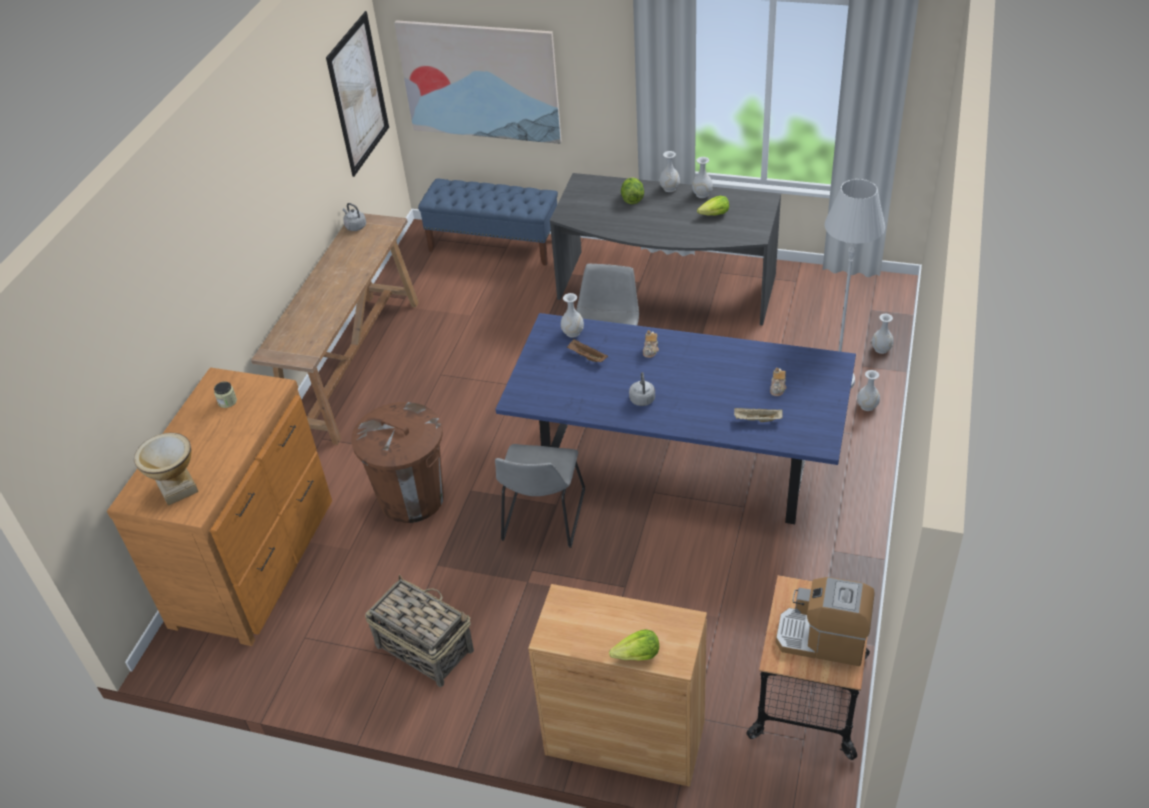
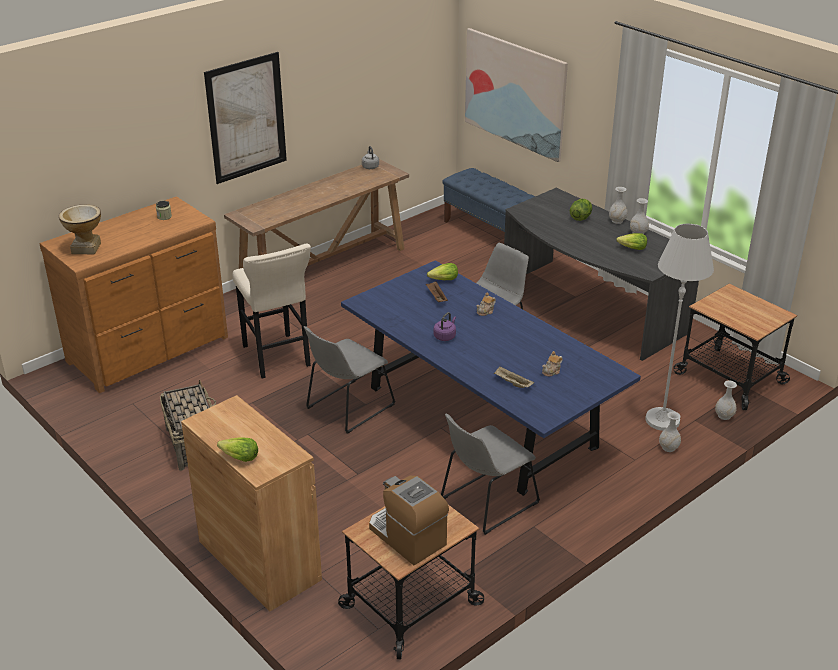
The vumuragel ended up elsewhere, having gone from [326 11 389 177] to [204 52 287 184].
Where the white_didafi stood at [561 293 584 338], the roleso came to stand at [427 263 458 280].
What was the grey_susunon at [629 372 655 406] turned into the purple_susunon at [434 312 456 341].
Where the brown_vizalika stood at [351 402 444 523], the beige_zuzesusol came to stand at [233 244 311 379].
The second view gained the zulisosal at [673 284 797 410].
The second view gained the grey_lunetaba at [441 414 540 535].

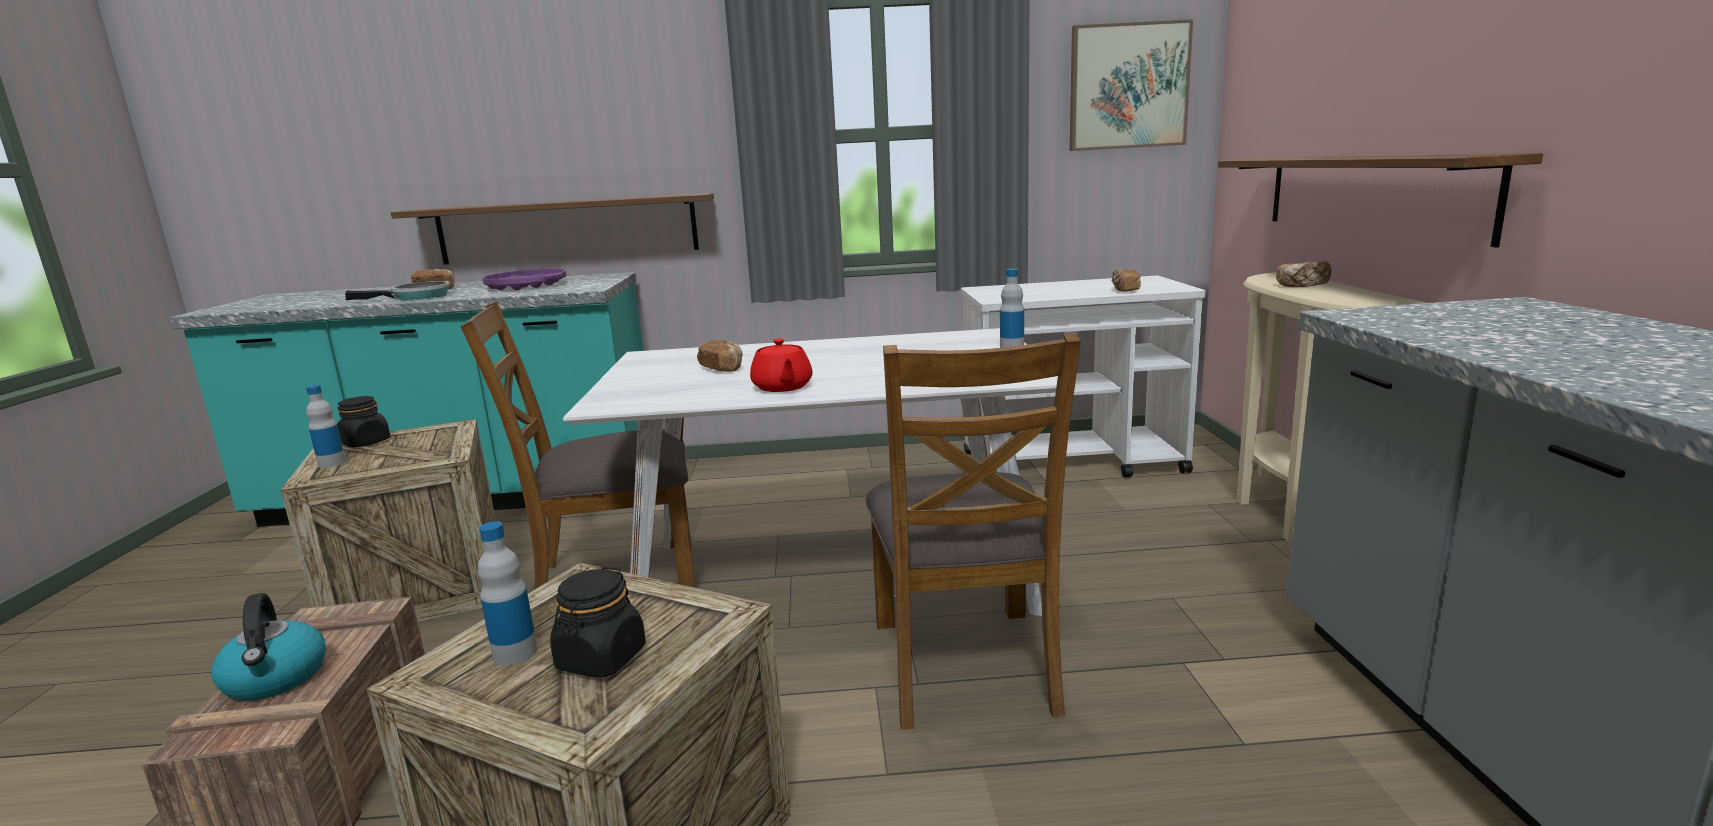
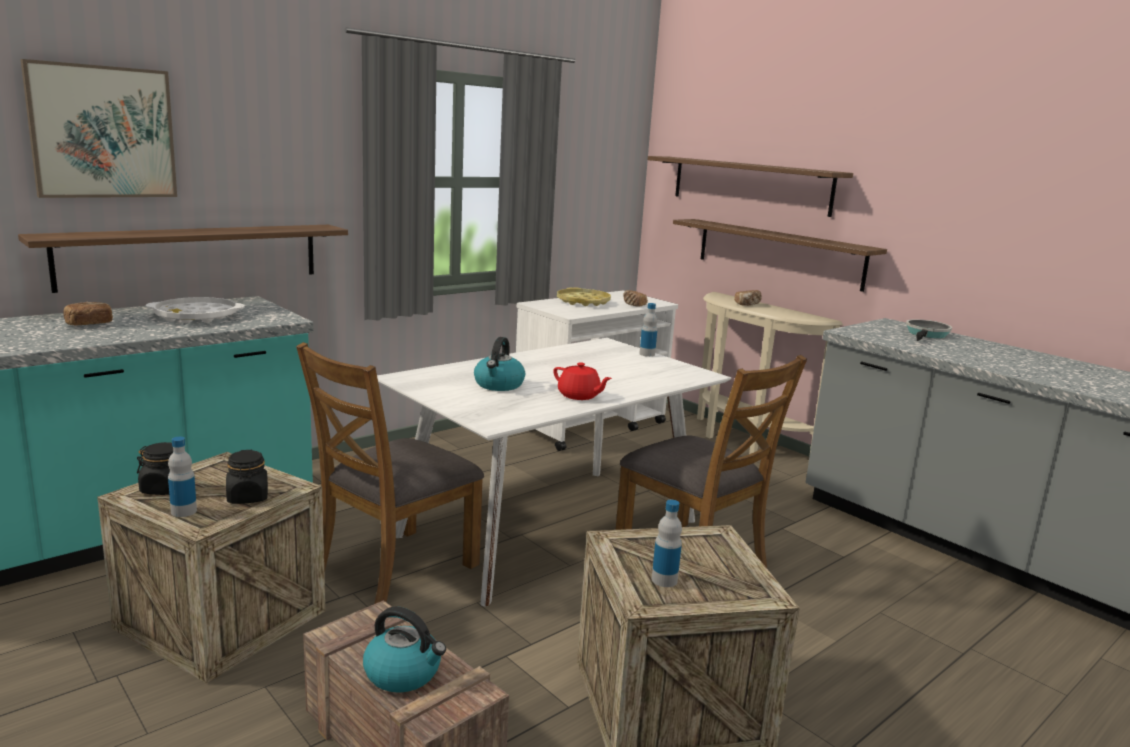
The vumuragel ended up elsewhere, having gone from [1070 19 1193 151] to [21 59 177 198].
What was the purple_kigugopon at [482 269 566 290] turned into the white_kigugopon at [145 297 245 323].
The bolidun ended up elsewhere, having gone from [345 281 450 301] to [906 319 952 341].
Where the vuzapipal stood at [697 340 742 372], the susunon came to stand at [474 337 525 391].
The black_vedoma ended up elsewhere, having gone from [550 567 646 677] to [226 450 268 504].
The second view gained the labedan at [648 156 853 217].
The second view gained the yellow_kigugopon at [557 287 611 306].

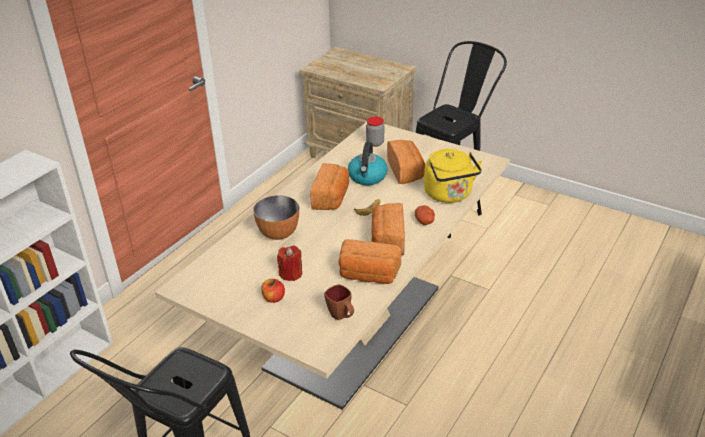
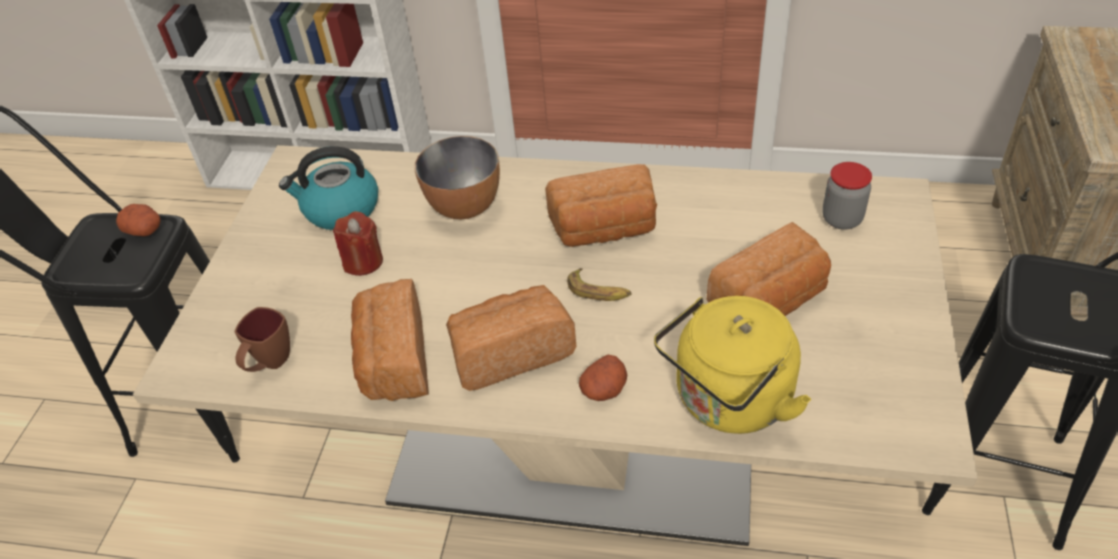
The susunon ended up elsewhere, having gone from [348 142 387 185] to [279 146 378 230].
The second view lost the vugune at [261 279 285 303].
The second view gained the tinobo at [116 204 160 236].

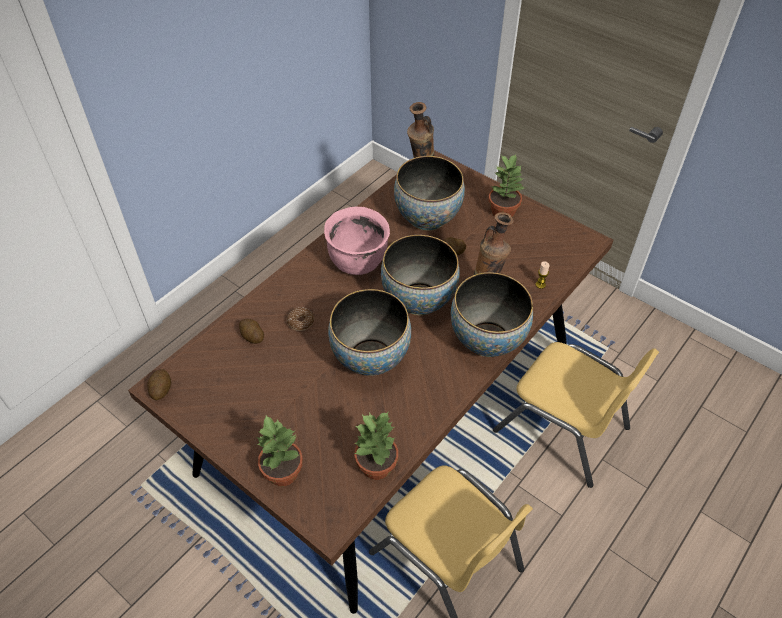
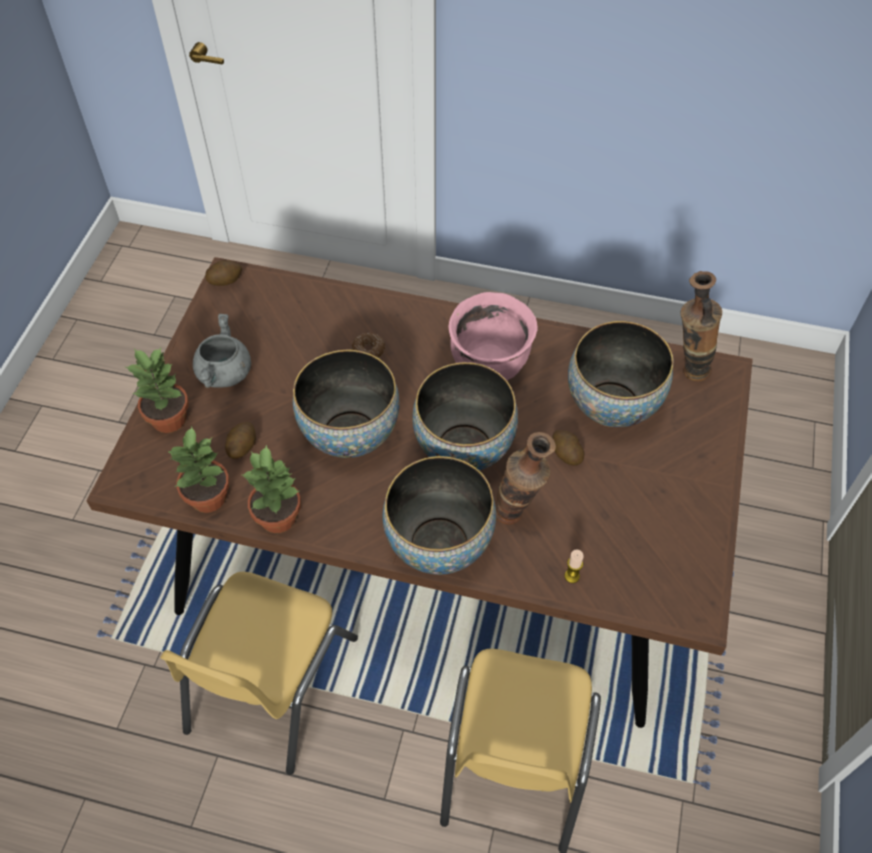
The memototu ended up elsewhere, having gone from [488 154 524 217] to [242 445 301 533].
The tinobo ended up elsewhere, having gone from [239 319 264 344] to [225 422 256 459].
The second view gained the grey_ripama at [193 314 251 388].

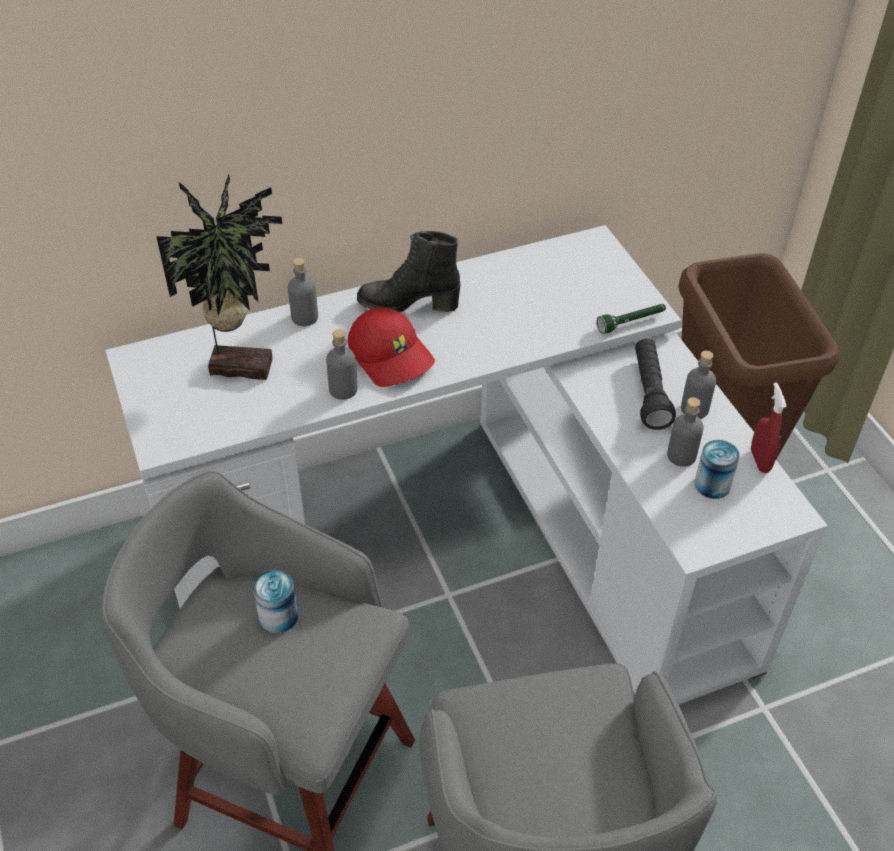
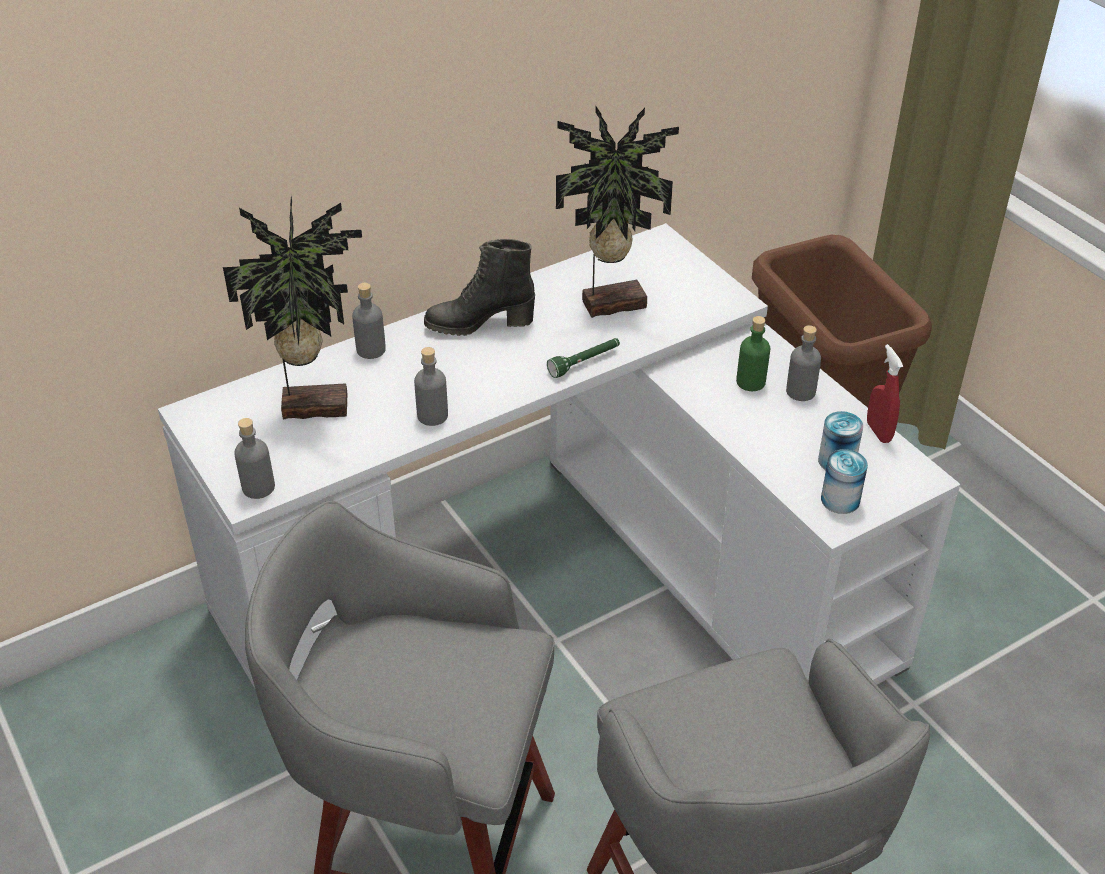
The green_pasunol ended up elsewhere, having gone from [597 304 666 334] to [547 338 620 378].
The second view lost the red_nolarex at [348 308 435 387].
Where the black_pasunol stood at [635 339 676 430], the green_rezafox came to stand at [736 316 770 391].
The grey_rezafox ended up elsewhere, having gone from [667 397 704 467] to [234 418 275 499].
The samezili ended up elsewhere, having gone from [253 570 298 633] to [821 449 868 514].
The second view gained the memototu at [556 106 679 318].

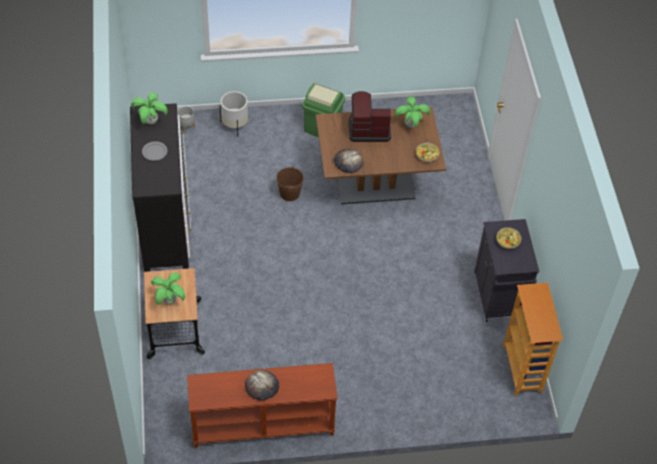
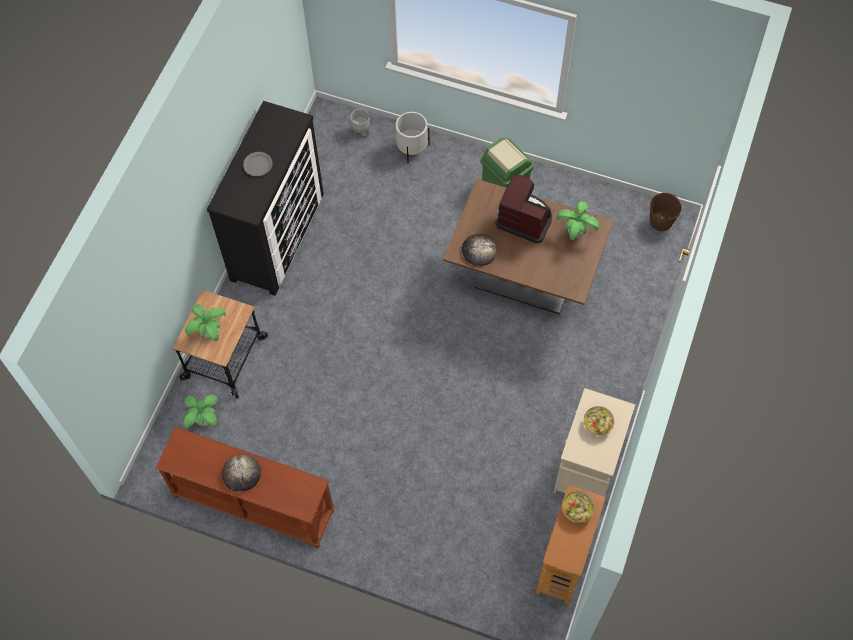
The memototu ended up elsewhere, having gone from [131 93 168 125] to [184 395 218 429].
The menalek ended up elsewhere, having gone from [416 143 439 162] to [563 491 595 523].
The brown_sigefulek ended up elsewhere, having gone from [276 166 304 201] to [650 193 682 231].
What was the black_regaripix at [474 219 539 322] turned into the beige_regaripix at [554 388 635 497].

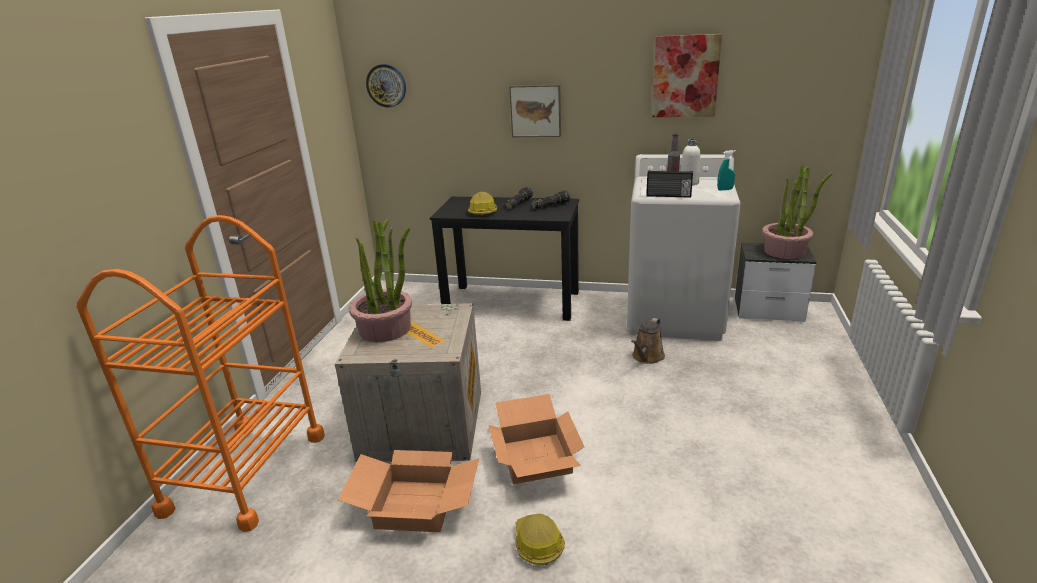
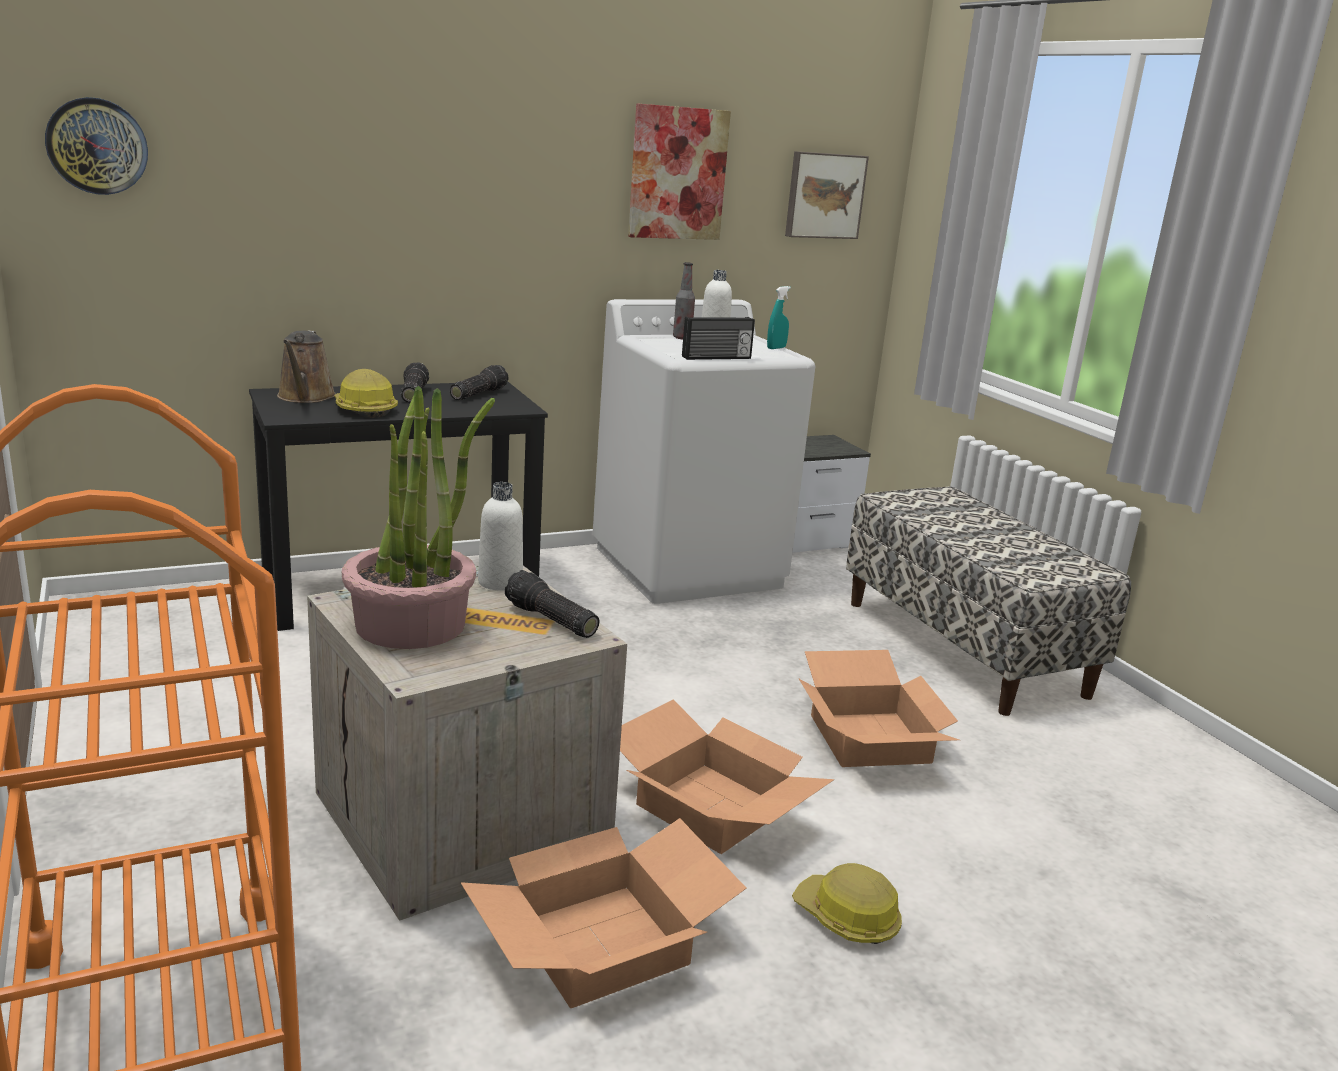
The vumuragel ended up elsewhere, having gone from [509 84 561 137] to [785 151 869 239].
The second view lost the memototu at [762 165 833 259].
The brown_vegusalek ended up elsewhere, having gone from [631 318 665 364] to [277 330 336 403].
The second view gained the white_rezafox at [478 482 523 591].
The second view gained the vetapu at [846 486 1131 716].
The second view gained the pasunol at [505 570 599 638].
The second view gained the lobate at [798 650 959 767].

